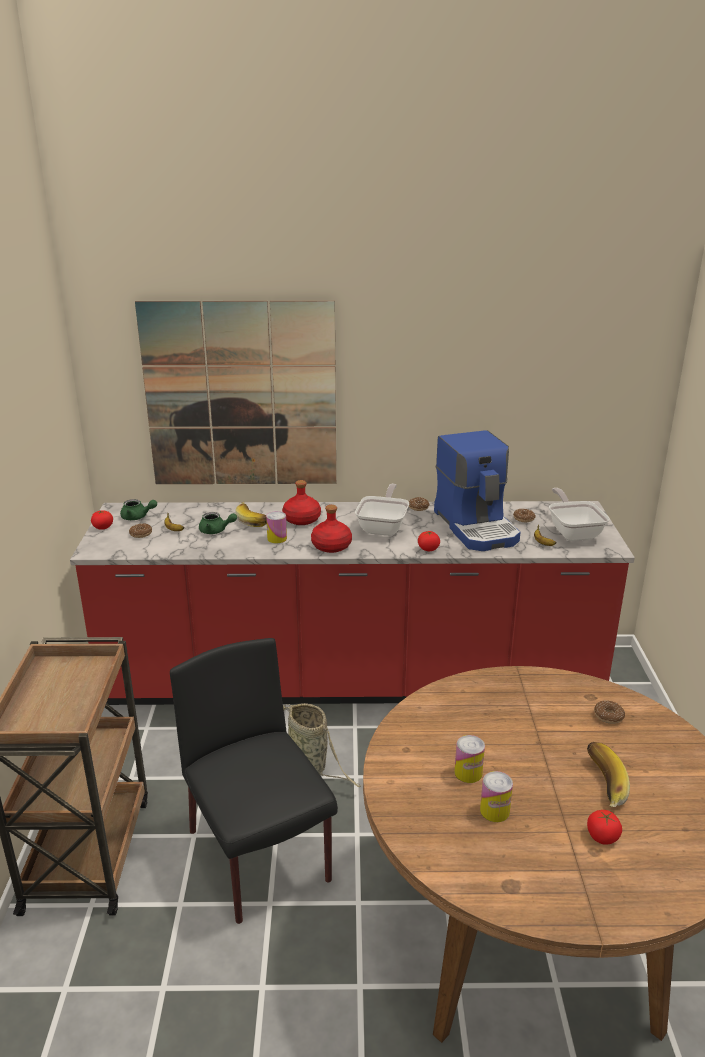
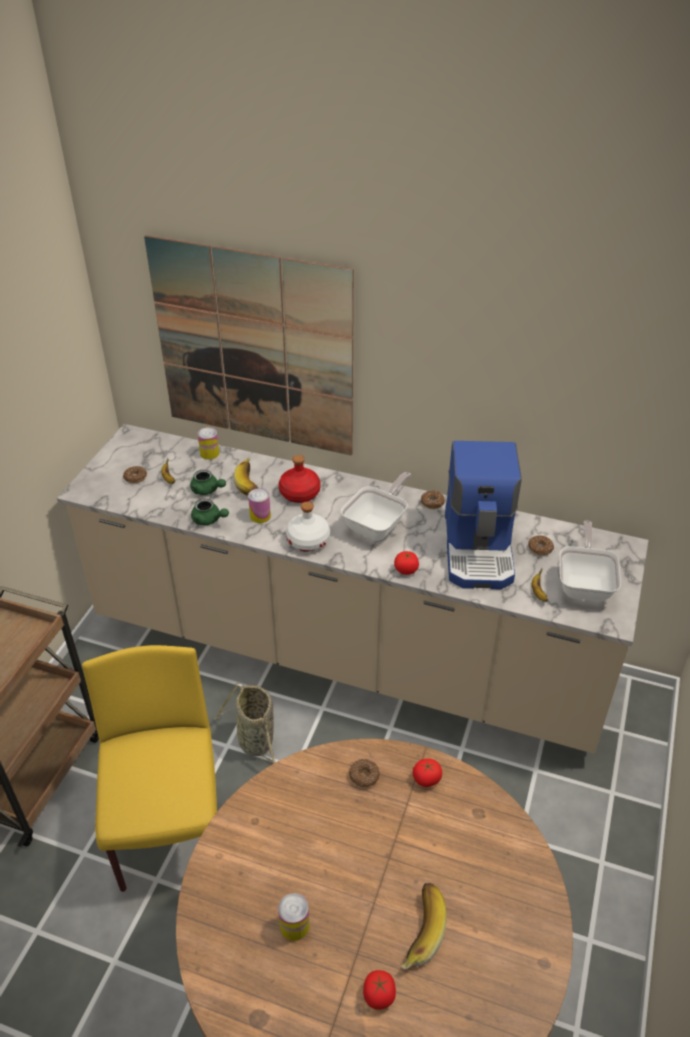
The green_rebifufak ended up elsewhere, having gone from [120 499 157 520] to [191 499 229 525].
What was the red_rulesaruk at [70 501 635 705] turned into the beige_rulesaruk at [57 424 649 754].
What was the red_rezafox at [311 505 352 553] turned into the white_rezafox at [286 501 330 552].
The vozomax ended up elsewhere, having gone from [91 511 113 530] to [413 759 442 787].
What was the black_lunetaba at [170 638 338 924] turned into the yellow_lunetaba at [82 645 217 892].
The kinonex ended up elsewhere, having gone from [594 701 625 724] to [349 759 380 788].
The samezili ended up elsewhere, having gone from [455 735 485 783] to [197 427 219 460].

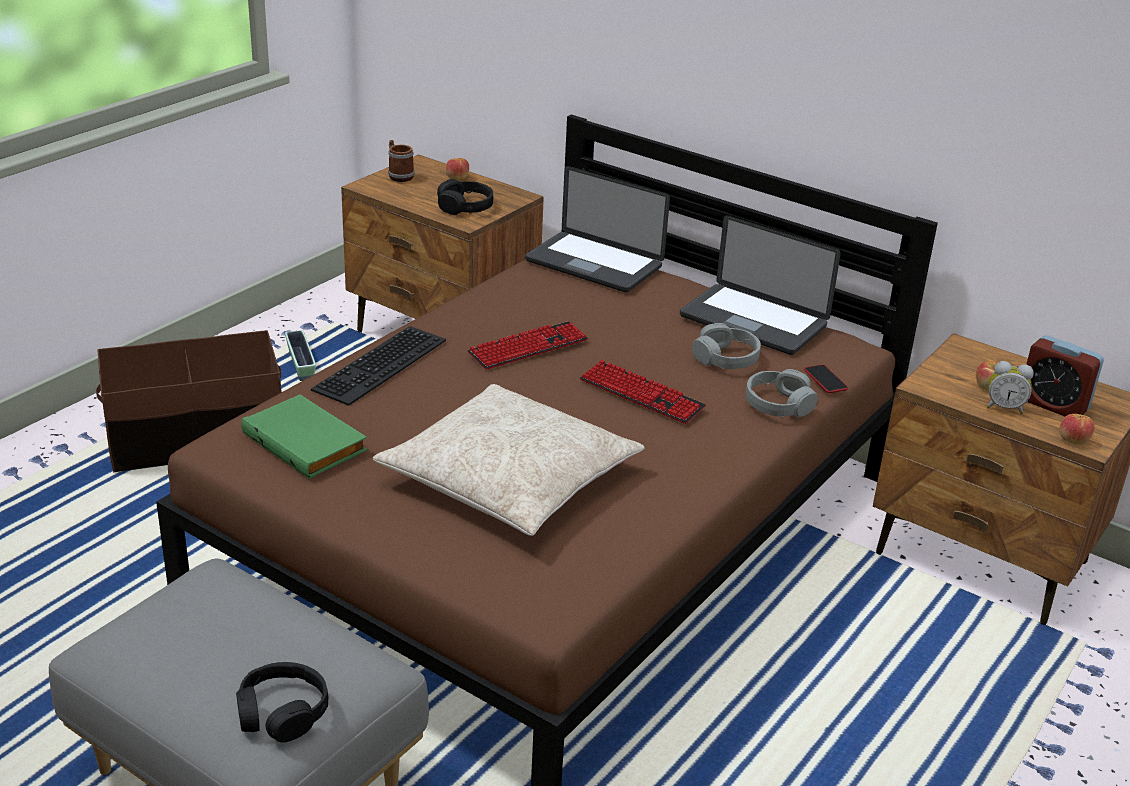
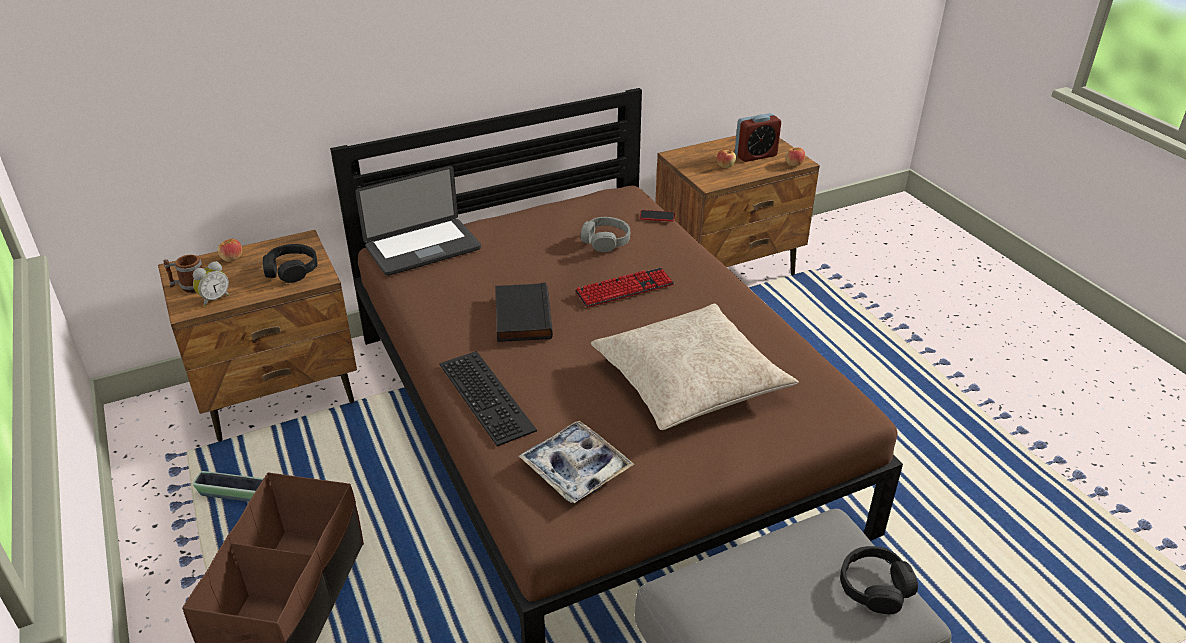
The second view lost the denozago at [680 215 841 355].
Where the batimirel stood at [467 321 588 370], the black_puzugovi came to stand at [495 282 553 342].
The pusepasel ended up elsewhere, having gone from [987 361 1034 414] to [193 261 229 307].
The second view lost the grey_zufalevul at [746 369 818 417].
Where the green_puzugovi stood at [241 394 367 479], the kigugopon came to stand at [519 421 634 503].

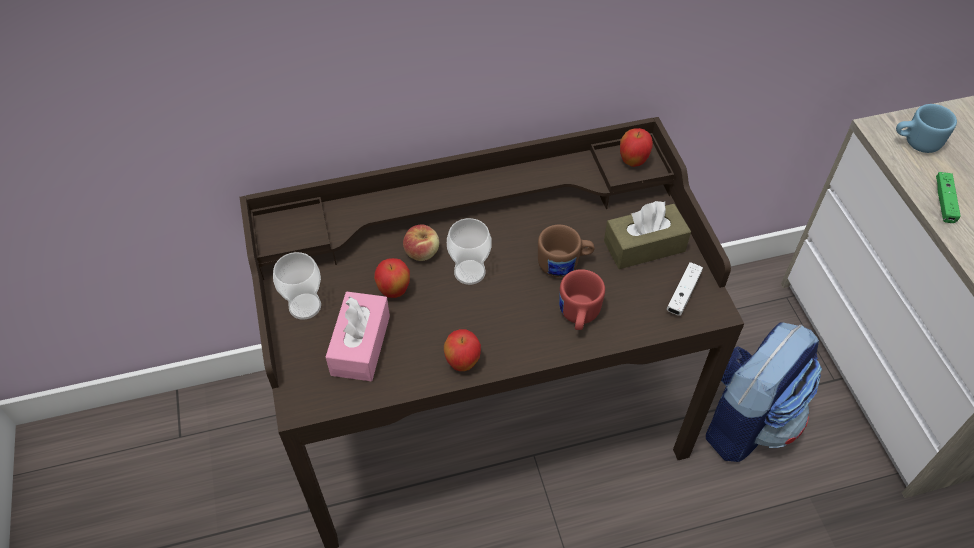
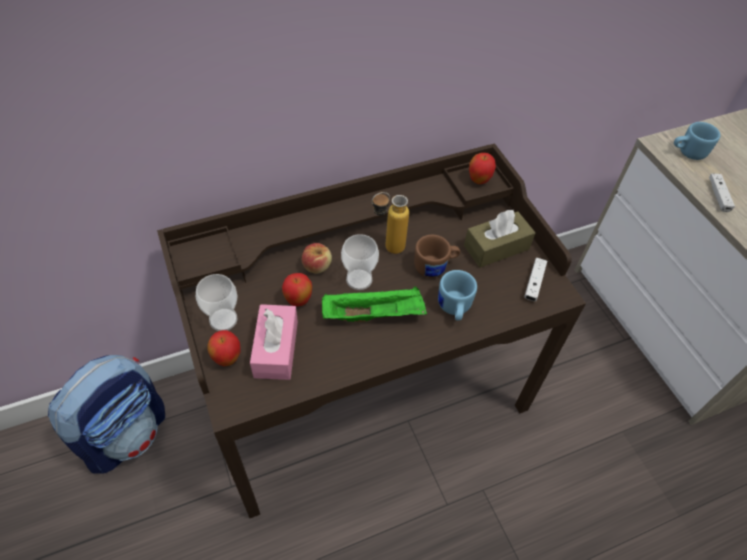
What was the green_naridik at [936 172 961 223] turned into the white_naridik at [709 173 735 212].
What was the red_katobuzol at [559 269 605 330] turned into the blue_katobuzol at [438 270 477 320].
The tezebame ended up elsewhere, having gone from [706 322 822 462] to [48 355 165 474].
The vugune ended up elsewhere, having gone from [444 329 481 371] to [207 330 241 366].
The second view gained the rezafox at [372 192 409 254].
The second view gained the green_kigugopon at [322 286 427 322].

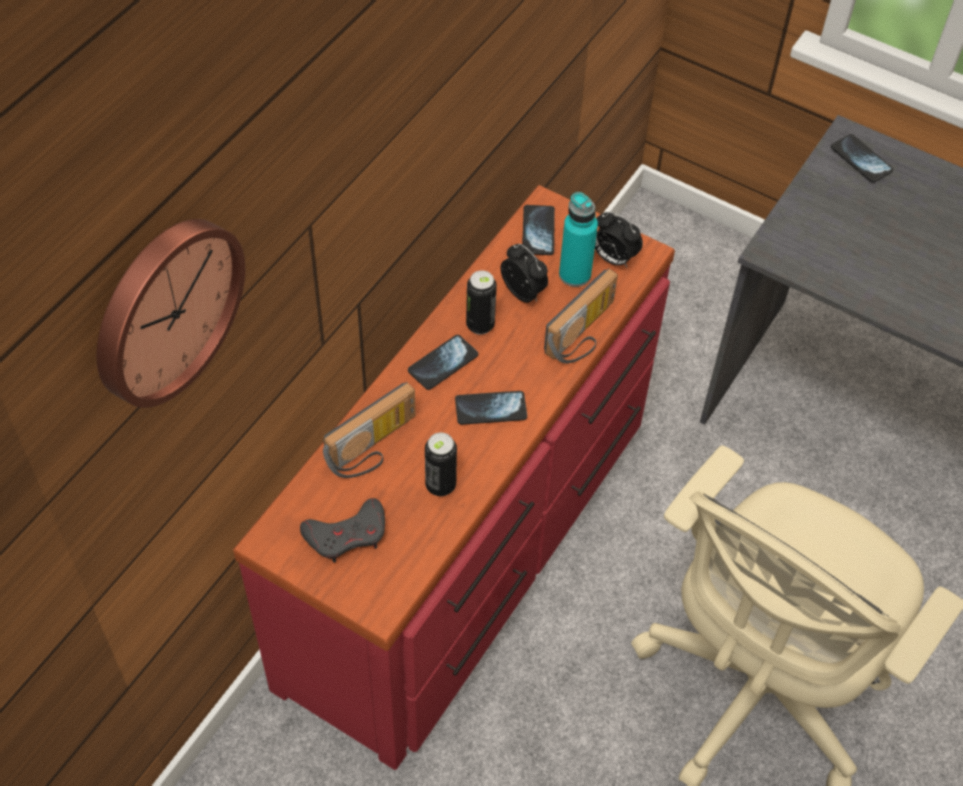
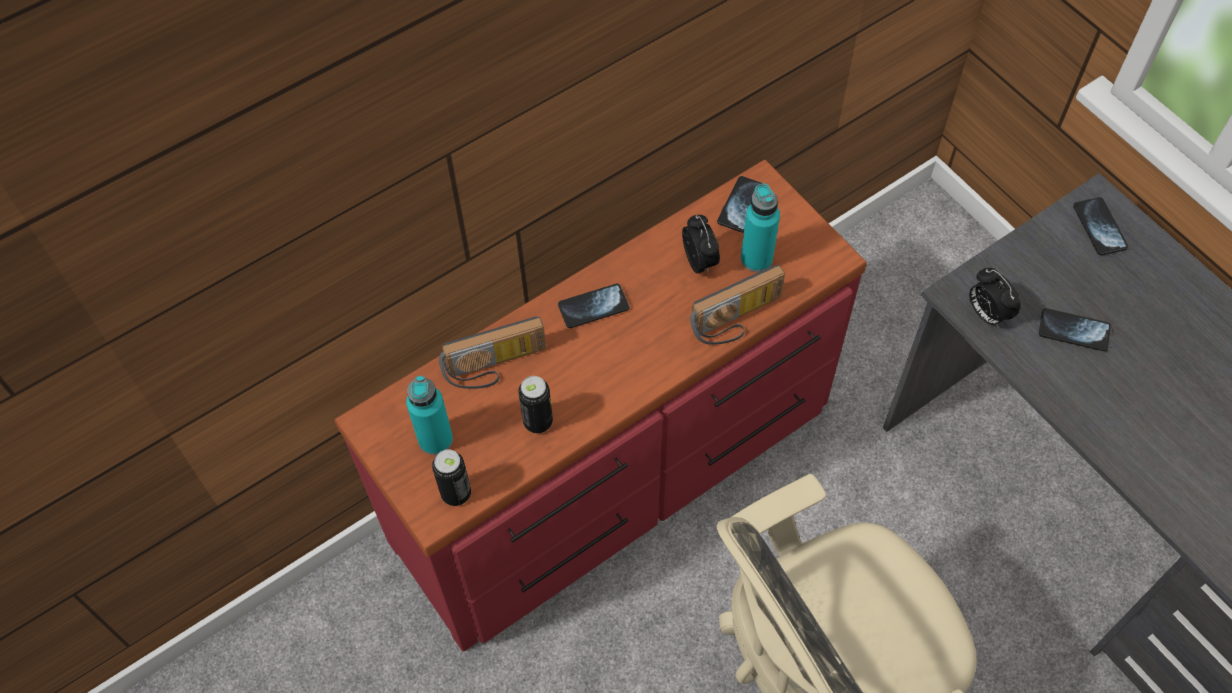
The pusepasel ended up elsewhere, having gone from [595 212 643 267] to [969 268 1021 328].
The second view lost the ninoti at [97 219 245 408].
The samezili ended up elsewhere, having gone from [466 270 497 335] to [432 449 471 506].
The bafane ended up elsewhere, having gone from [455 391 527 425] to [1039 308 1111 351].
Where the grey_naridik stood at [300 498 385 563], the turquoise_rezafox came to stand at [406 376 453 455].

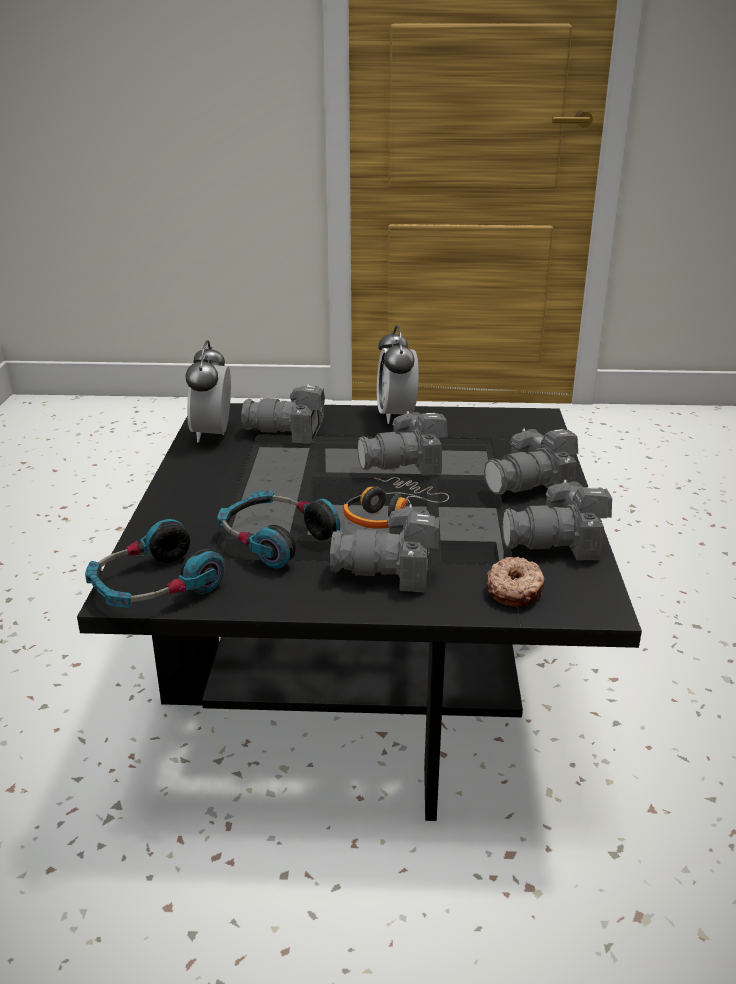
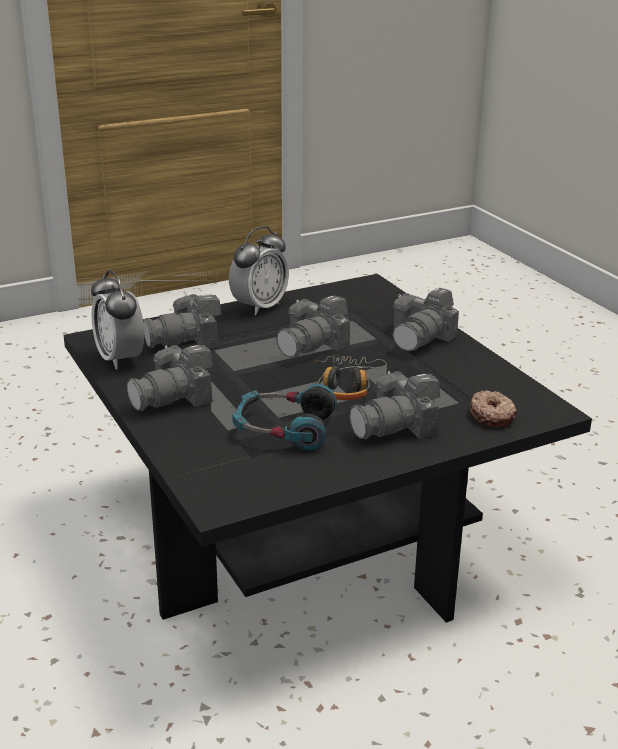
The pusepasel at [377 325 419 424] ended up facing another way, 105 degrees counterclockwise from before.
The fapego ended up elsewhere, having gone from [502 480 612 560] to [127 345 213 411].
The second view lost the zufalevul at [85 519 225 608].

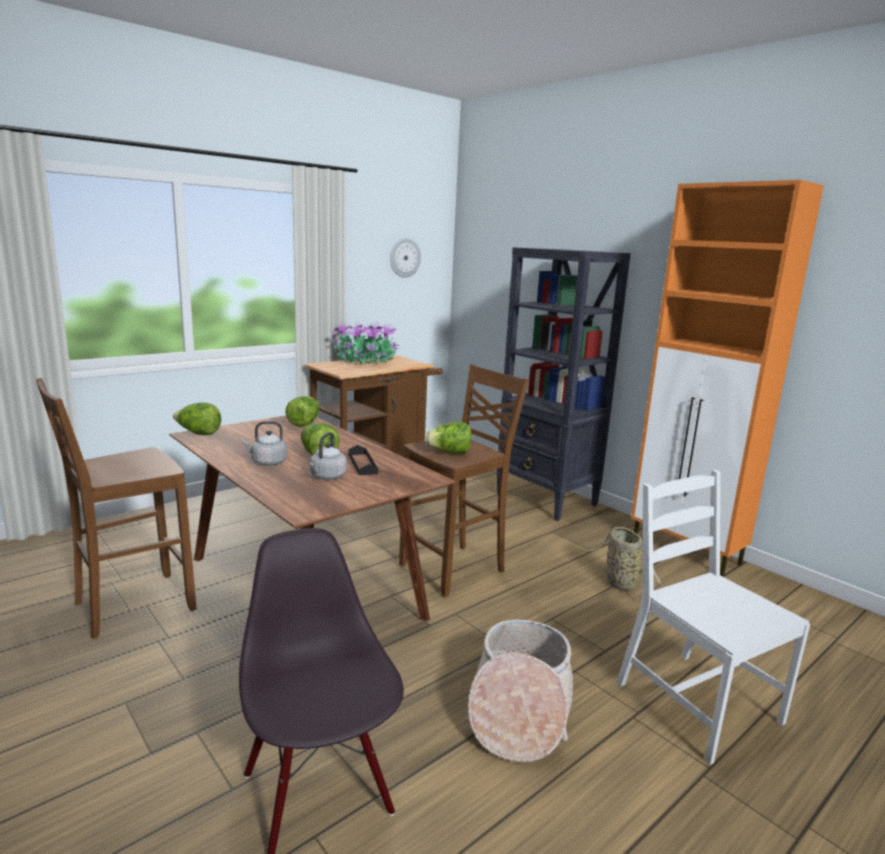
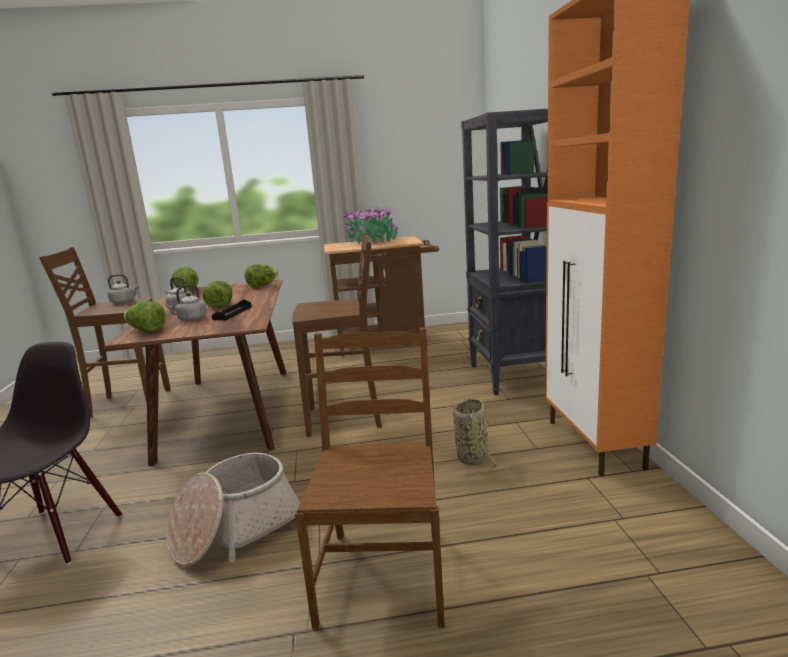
The second view lost the ninoti at [390 238 421 278].
The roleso ended up elsewhere, having gone from [425 422 472 454] to [124 301 166 332].
What was the white_lunetaba at [616 470 810 765] turned into the brown_lunetaba at [295 327 445 629].
The second view gained the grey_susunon at [108 274 139 304].

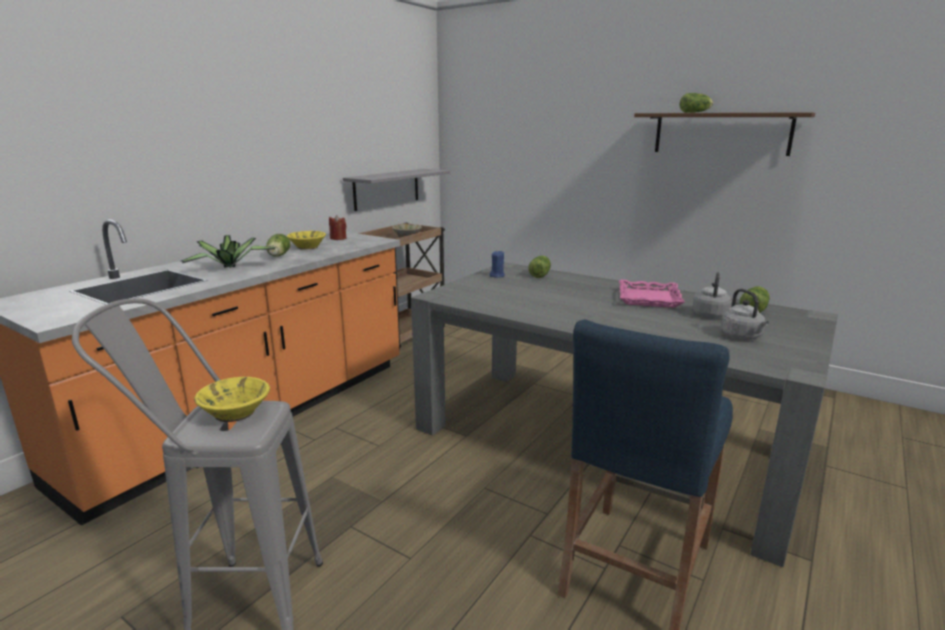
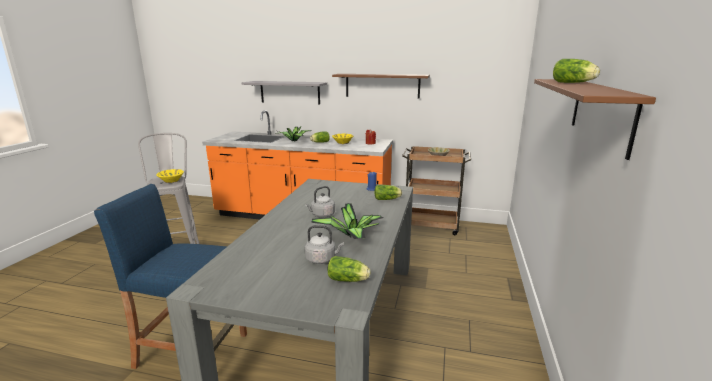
The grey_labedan ended up elsewhere, having gone from [343 169 450 211] to [242 81 327 104].
Where the pink_kigugopon stood at [619 280 685 308], the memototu came to stand at [311 203 383 239].
The grey_susunon ended up elsewhere, having gone from [721 289 769 340] to [305 186 335 218].
The second view gained the brown_labedan at [332 74 430 99].

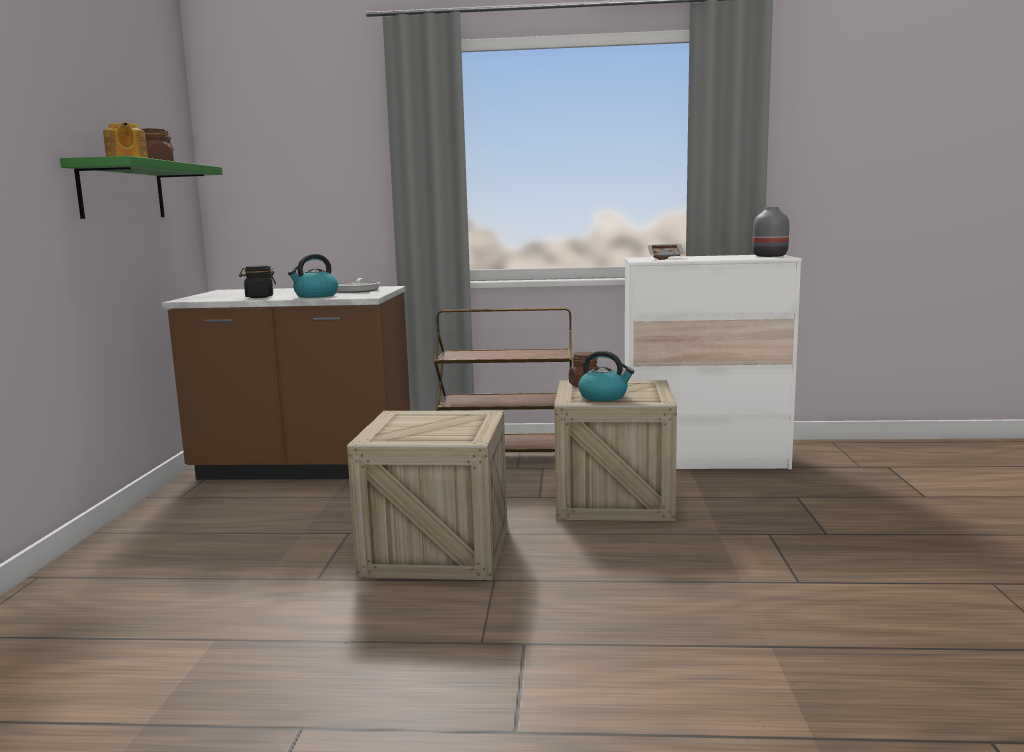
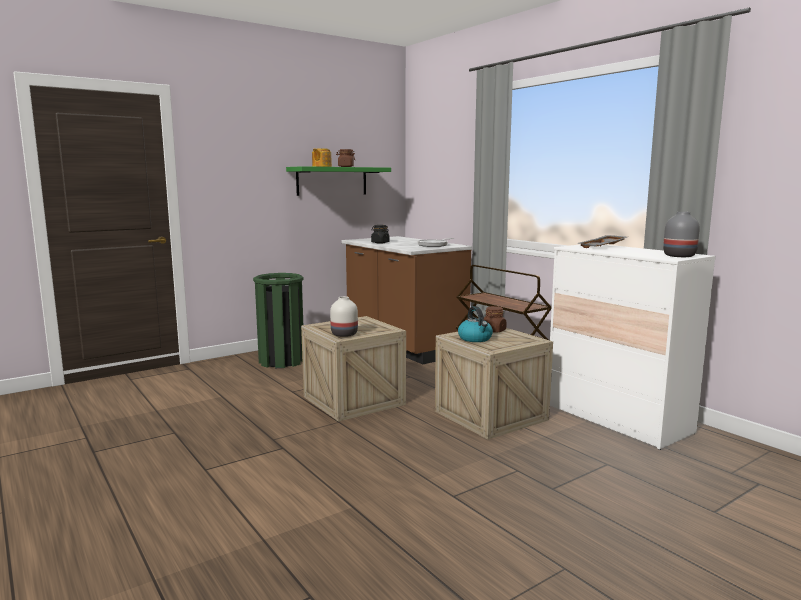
The second view lost the susunon at [288 254 338 298].
The second view gained the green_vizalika at [253 273 304 368].
The second view gained the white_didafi at [330 296 358 337].

